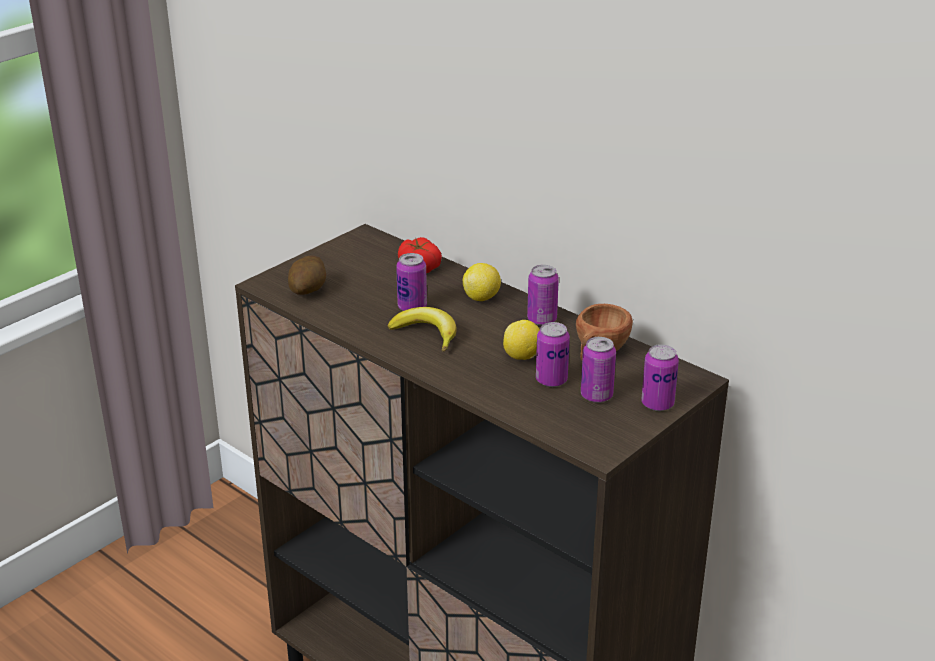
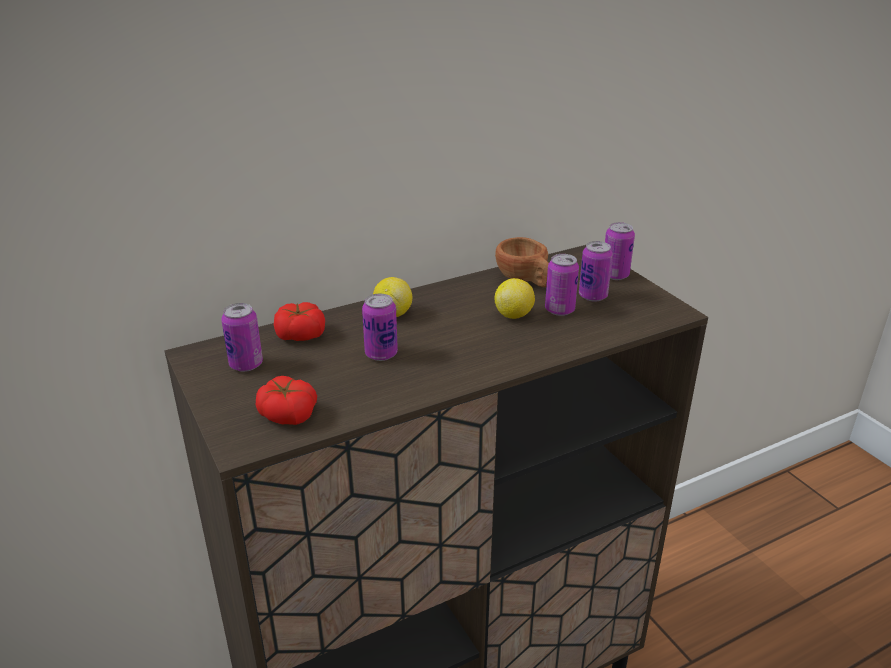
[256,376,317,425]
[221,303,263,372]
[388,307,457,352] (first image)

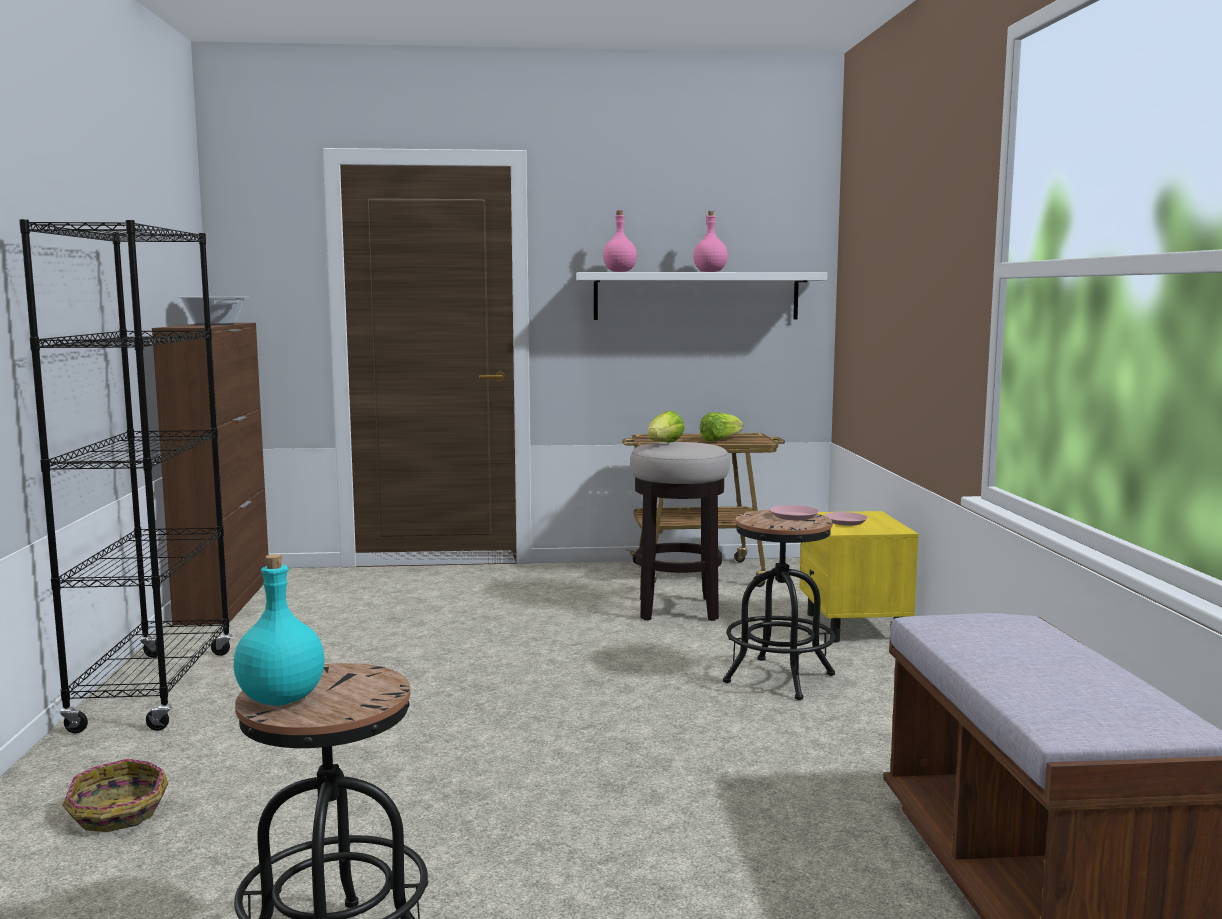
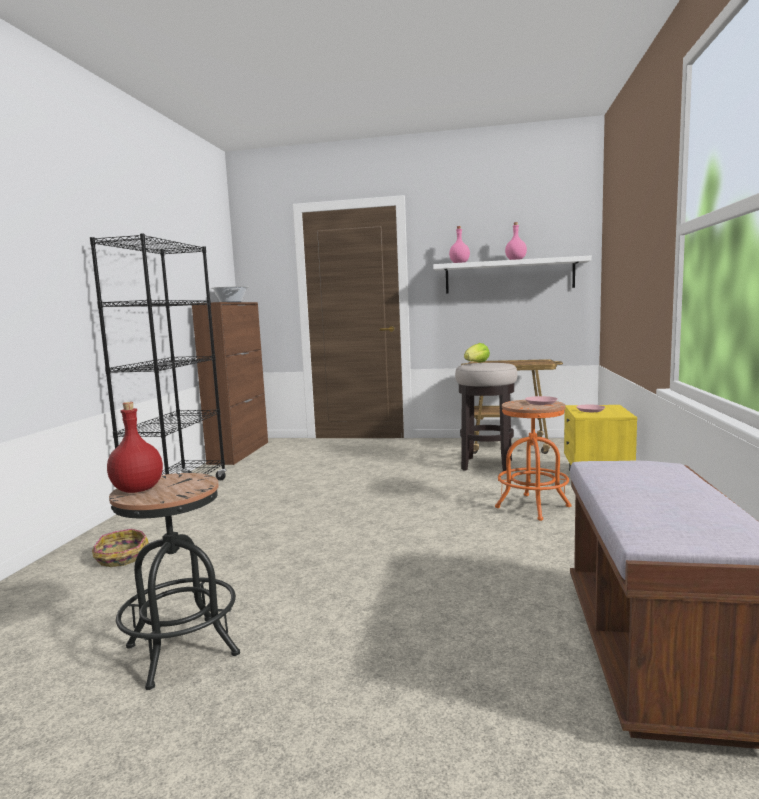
[700,412,743,441] (first image)
[495,400,571,521]
[107,402,163,493]

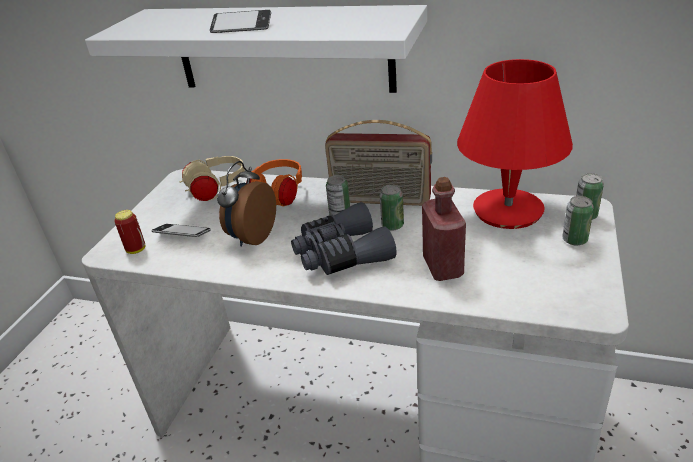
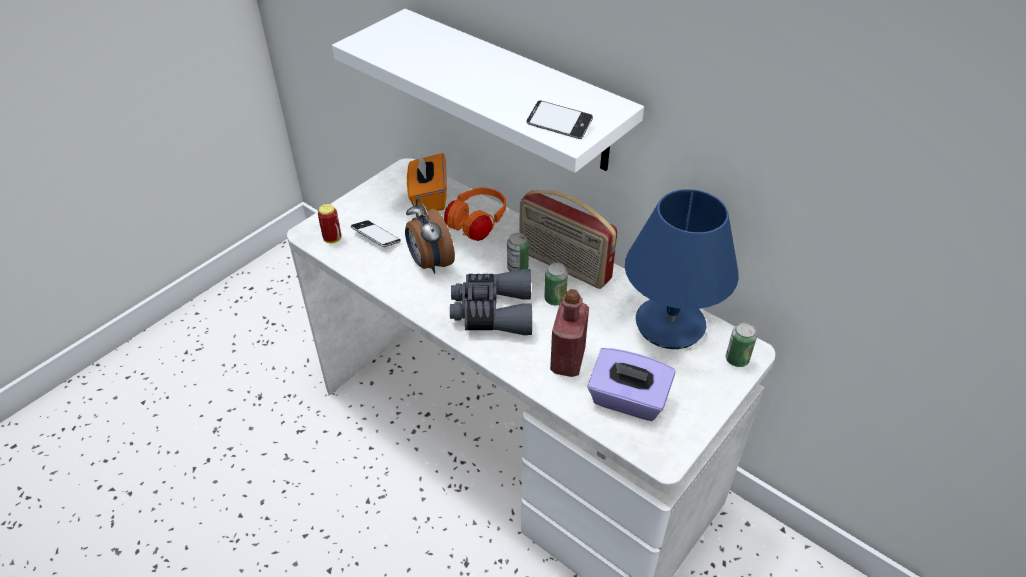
[526,100,593,139]
[625,189,739,349]
[407,152,447,211]
[405,199,455,274]
[562,196,594,246] (first image)
[587,348,675,421]

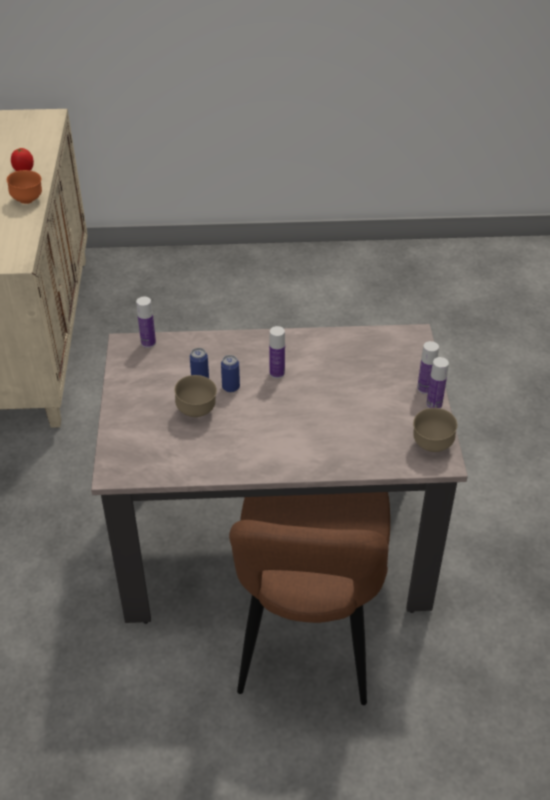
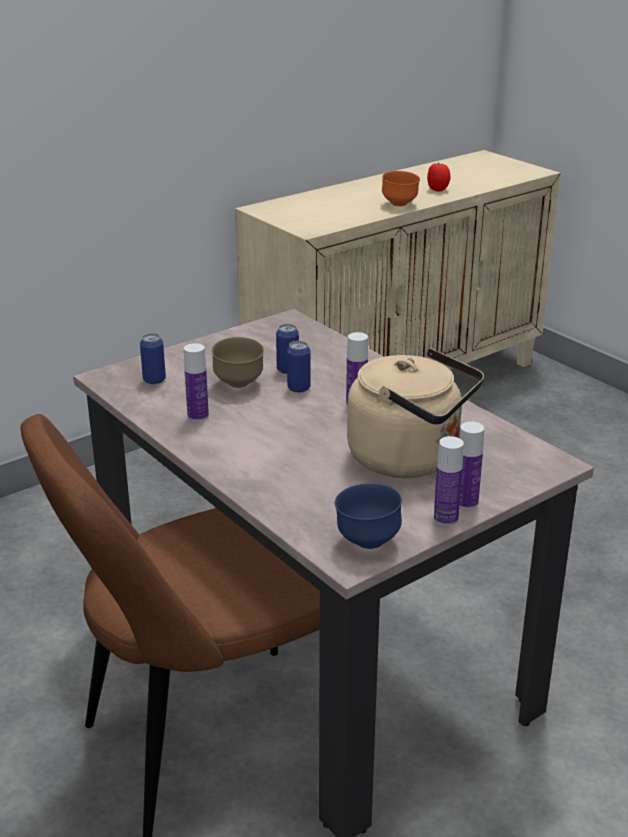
[184,343,209,422]
[335,483,402,549]
[140,333,166,384]
[347,348,484,478]

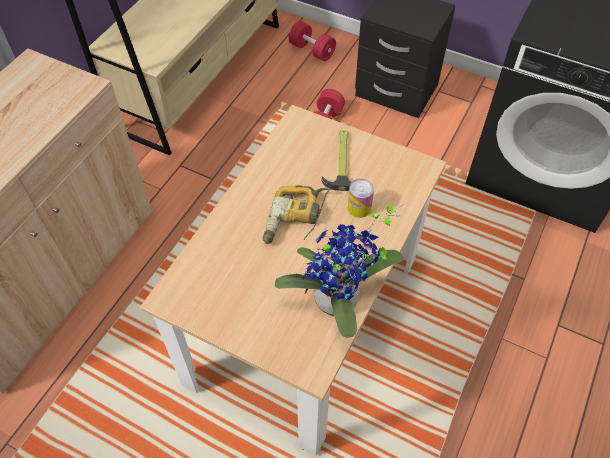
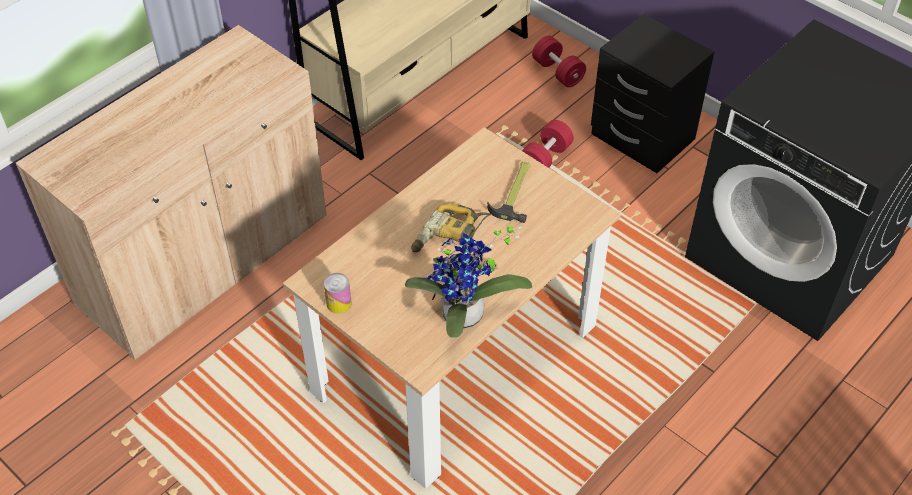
[324,273,352,314]

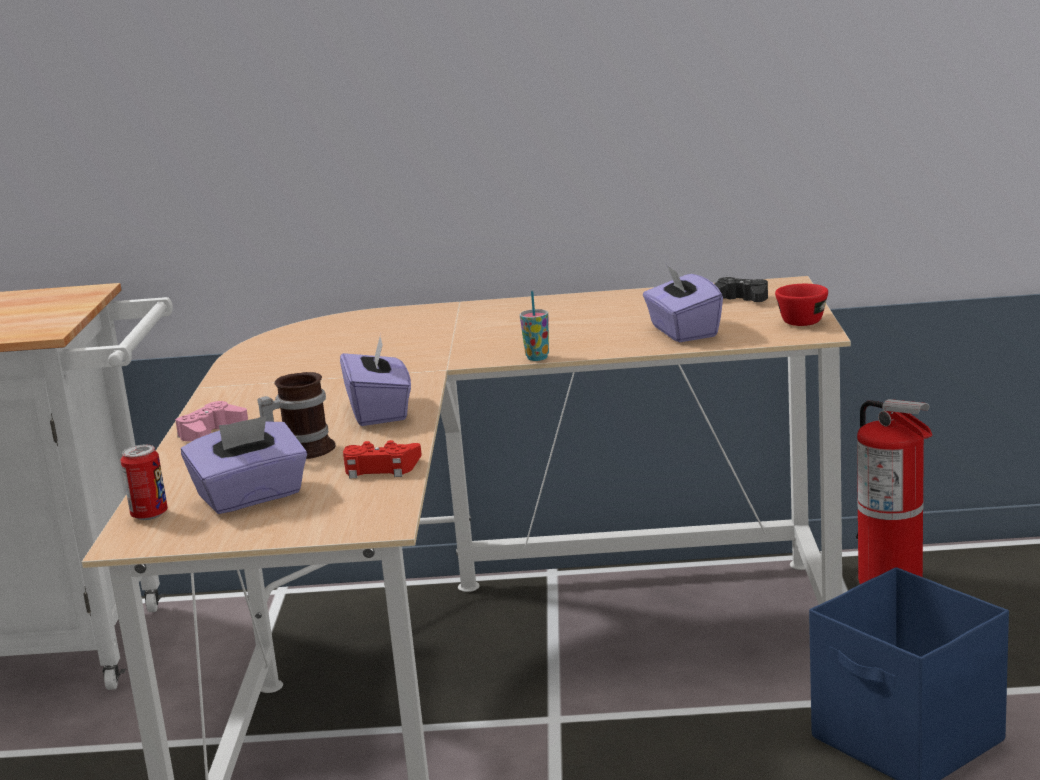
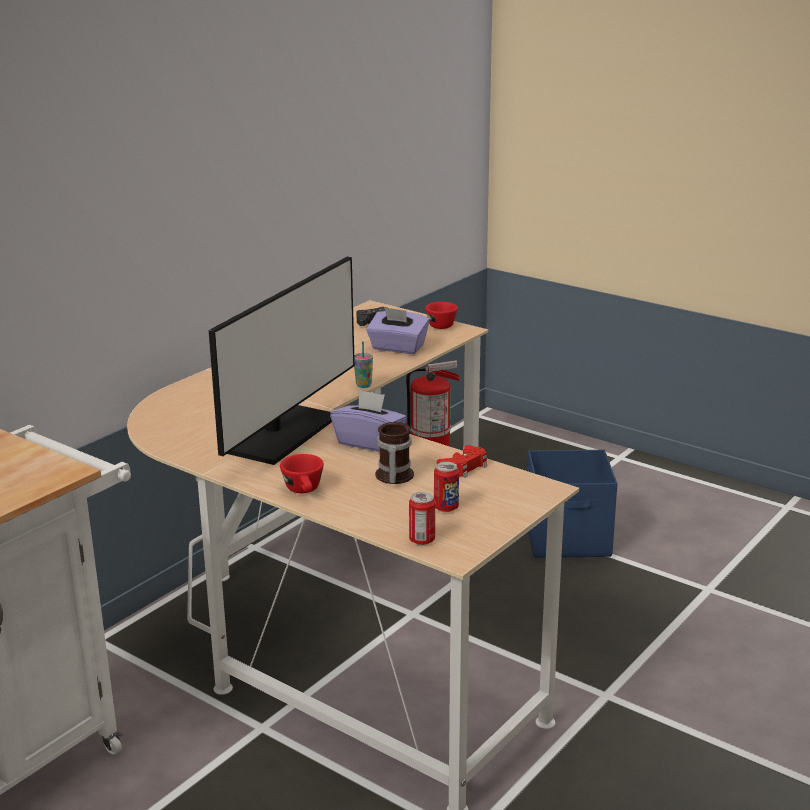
[280,454,324,493]
[434,462,459,512]
[209,256,355,465]

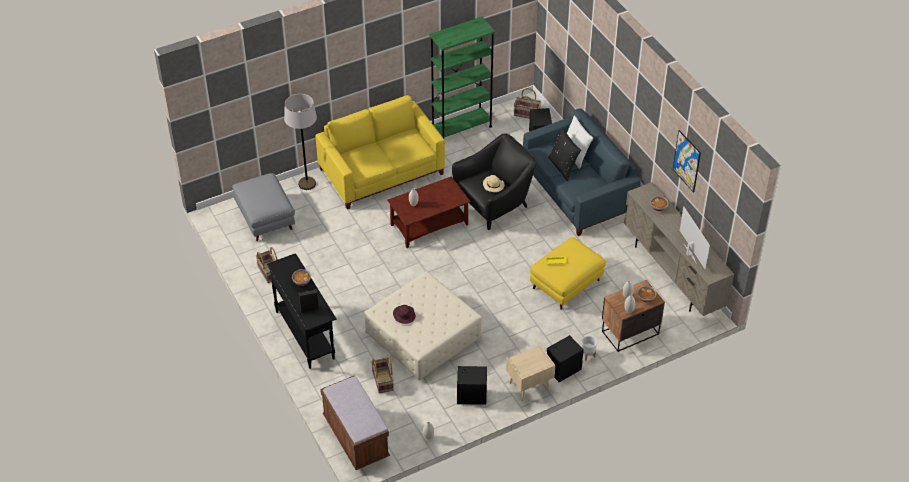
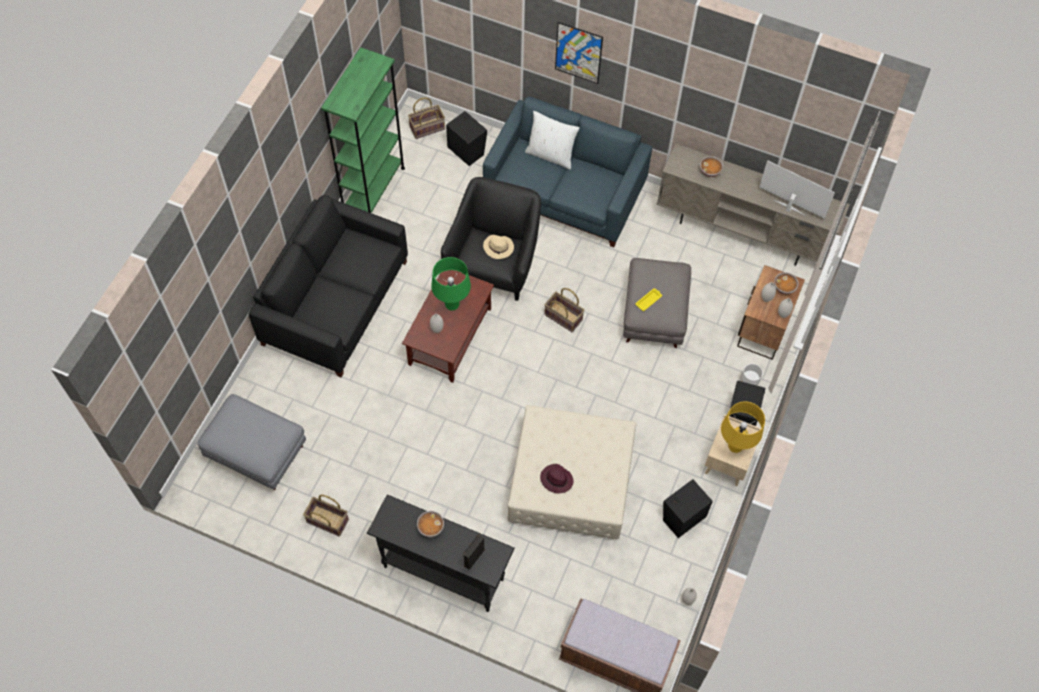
[284,94,317,190] (first image)
[249,195,408,377]
[548,127,581,181] (first image)
[555,22,603,84]
[623,258,691,348]
[544,288,584,332]
[431,257,471,311]
[721,401,765,453]

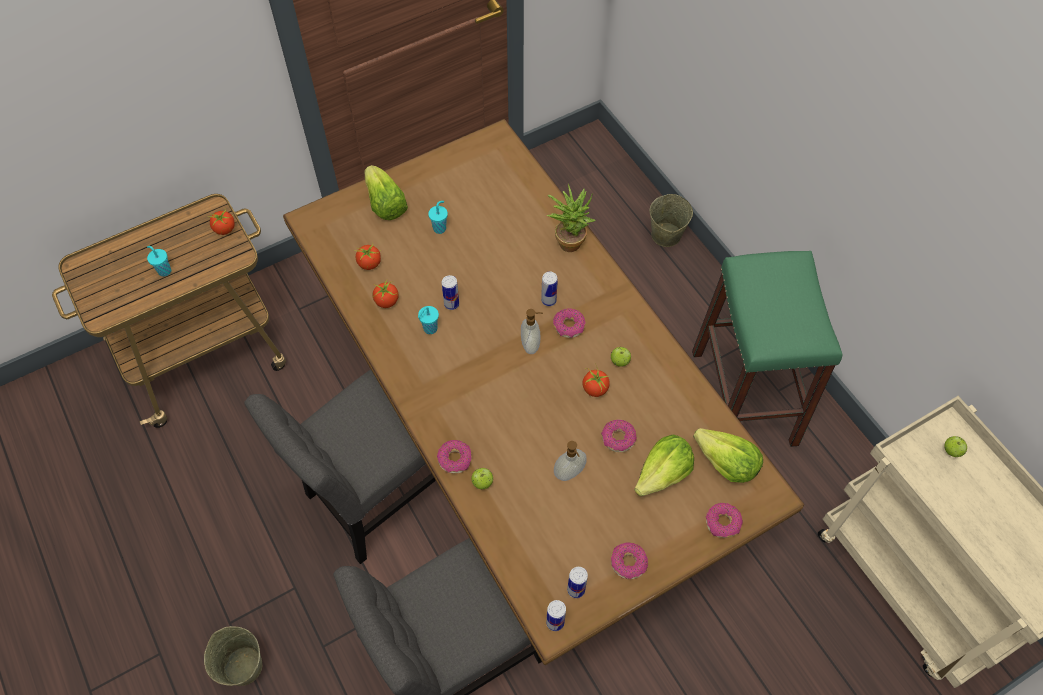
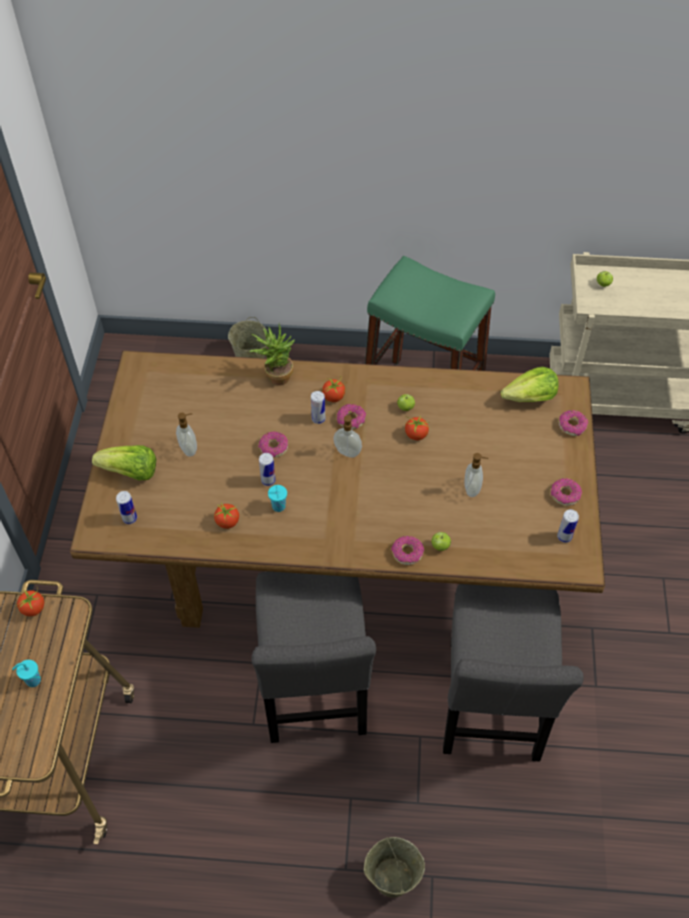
[176,413,197,457]
[322,379,345,402]
[258,432,288,457]
[634,435,694,497] (first image)
[116,491,137,524]

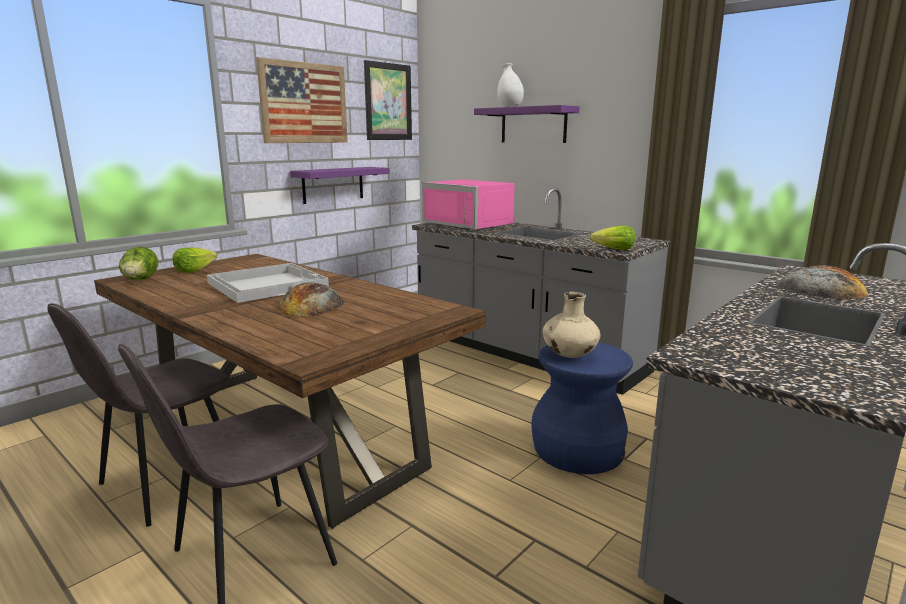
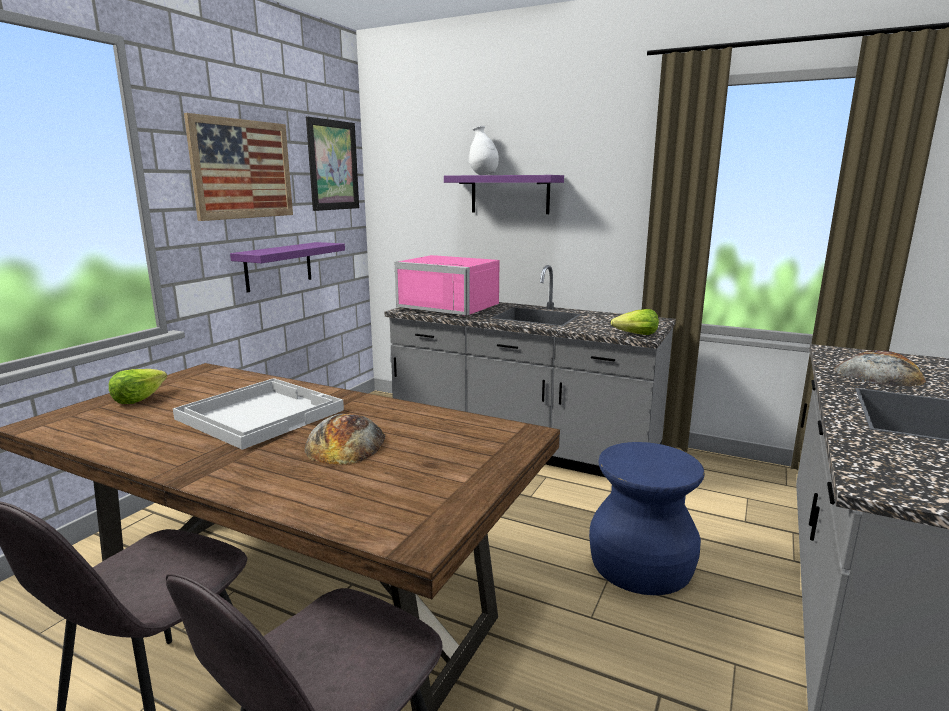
[119,247,158,280] (first image)
[543,292,600,358] (first image)

